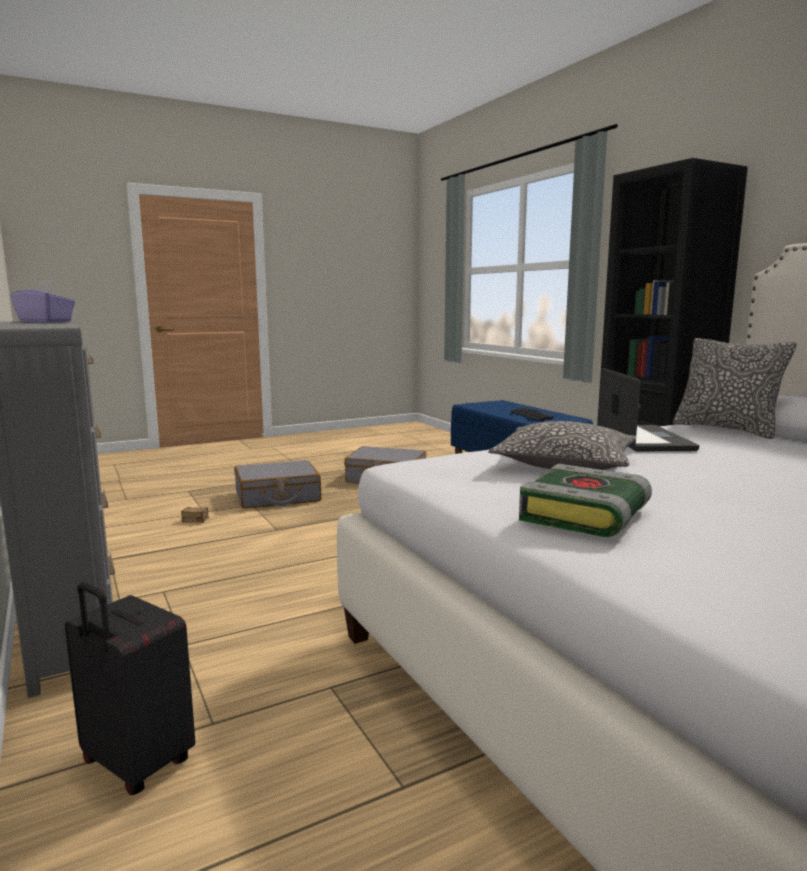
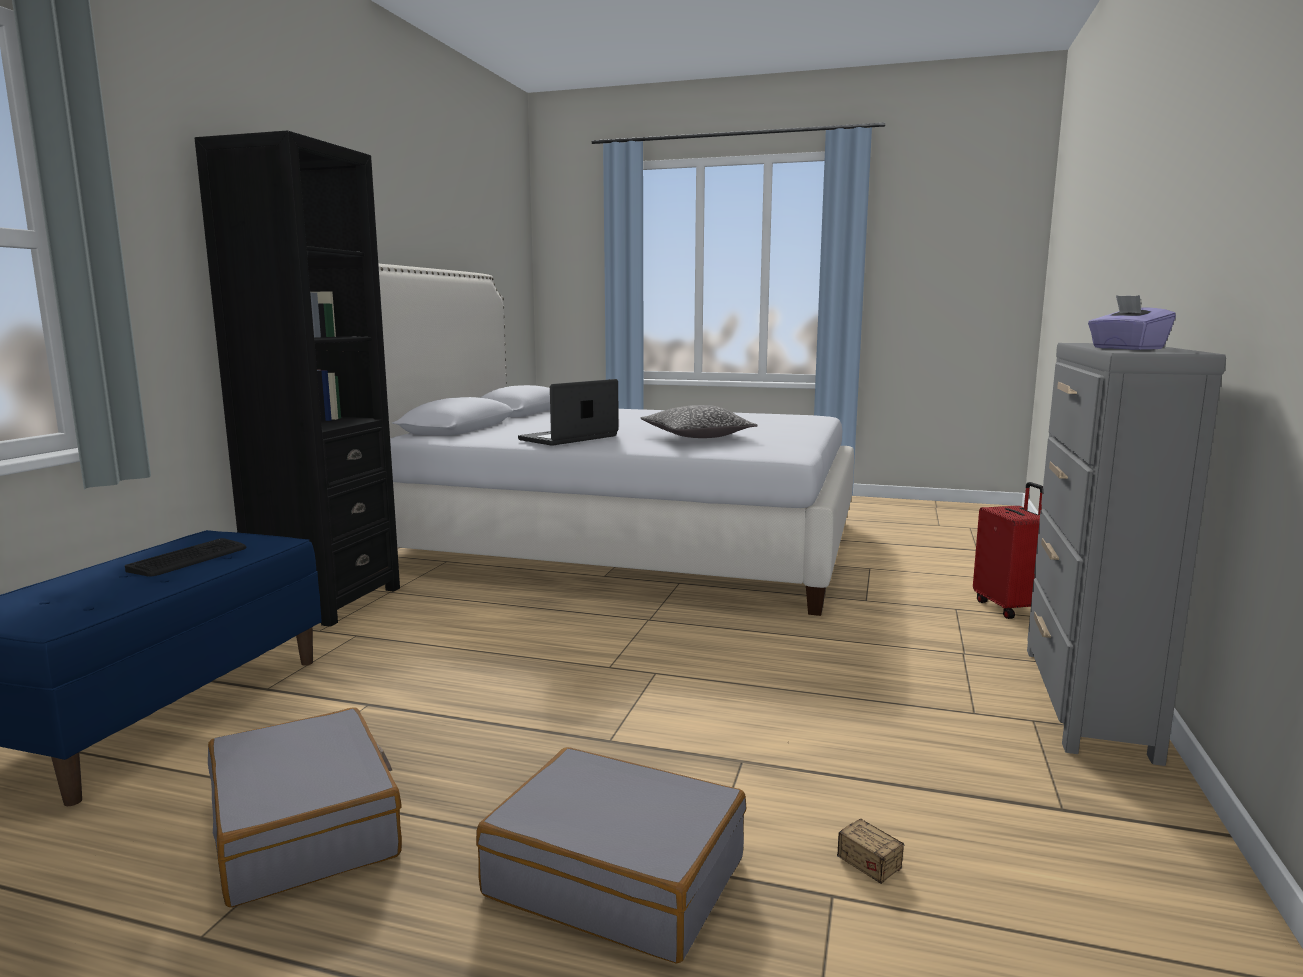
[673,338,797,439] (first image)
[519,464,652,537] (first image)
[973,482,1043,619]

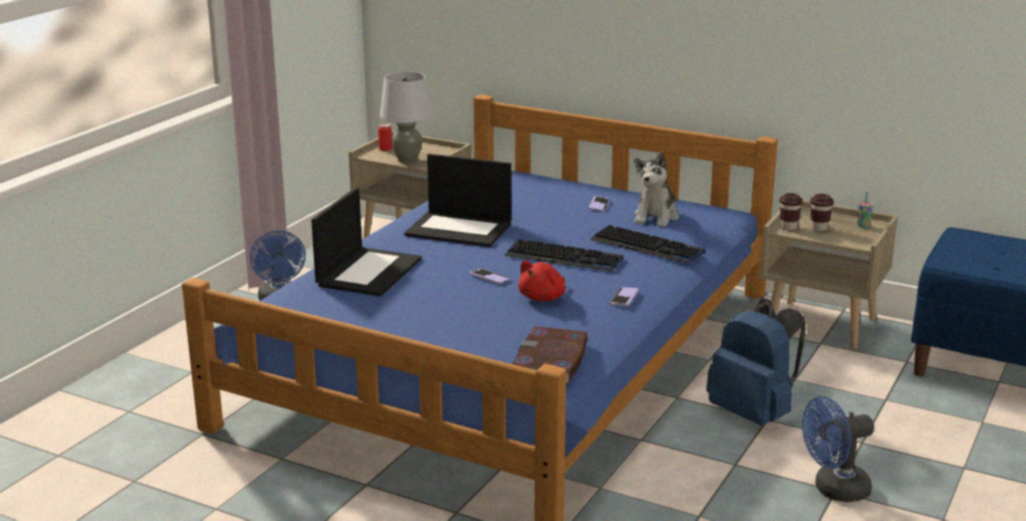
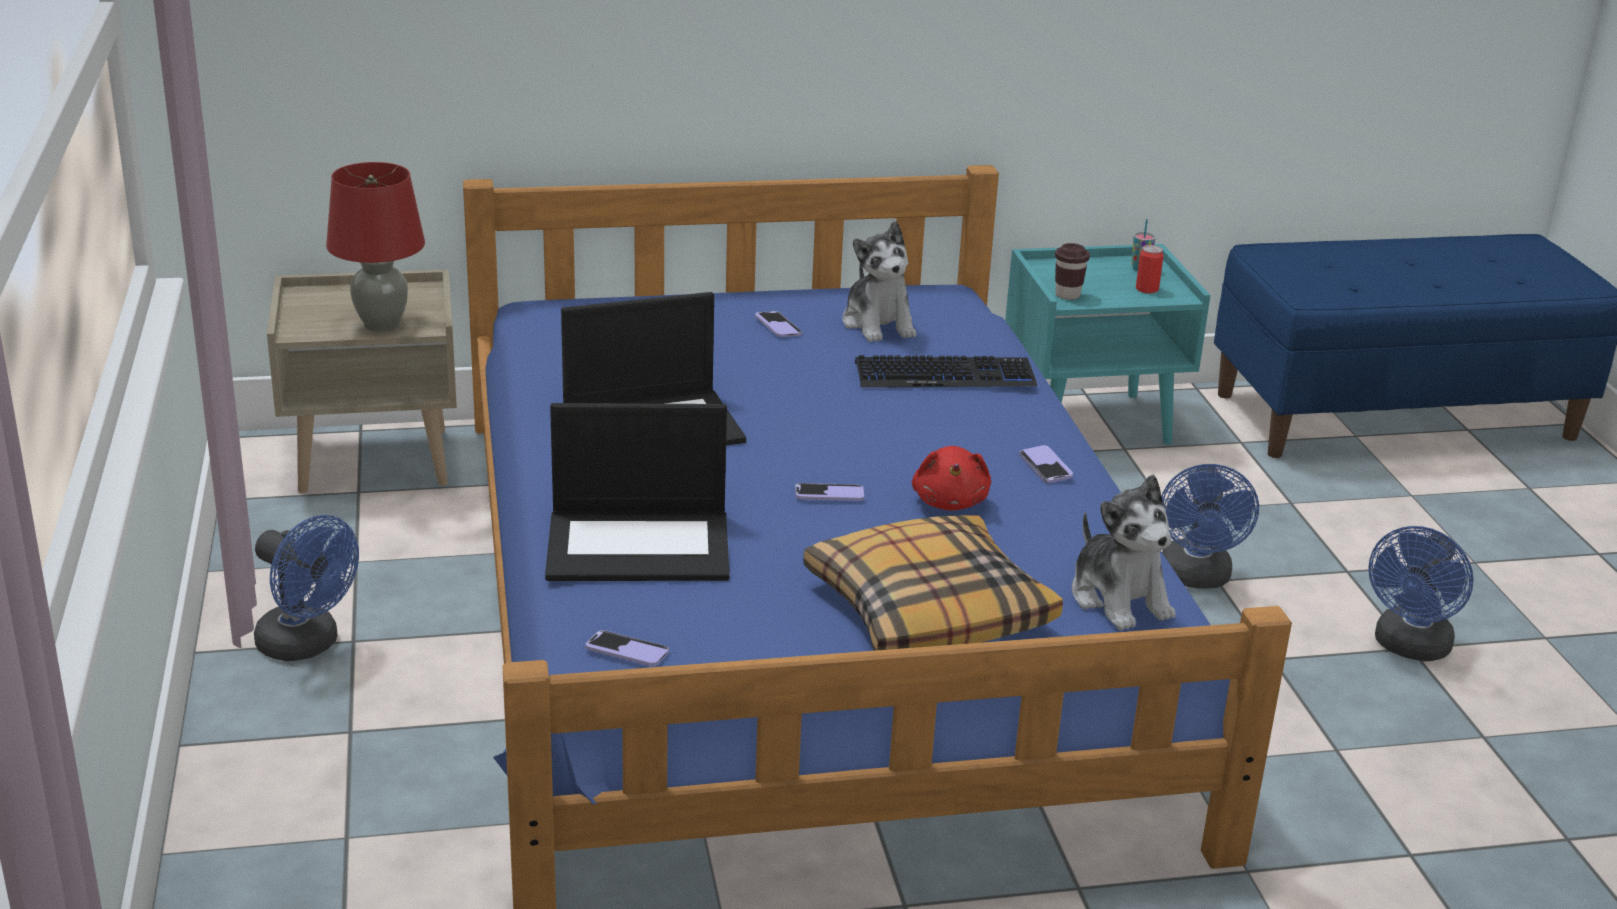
[326,162,425,332]
[1136,245,1164,294]
[545,403,730,581]
[810,194,834,231] (first image)
[1005,244,1210,445]
[505,238,623,271] (first image)
[1161,464,1259,589]
[1072,475,1176,631]
[803,515,1063,651]
[585,630,669,666]

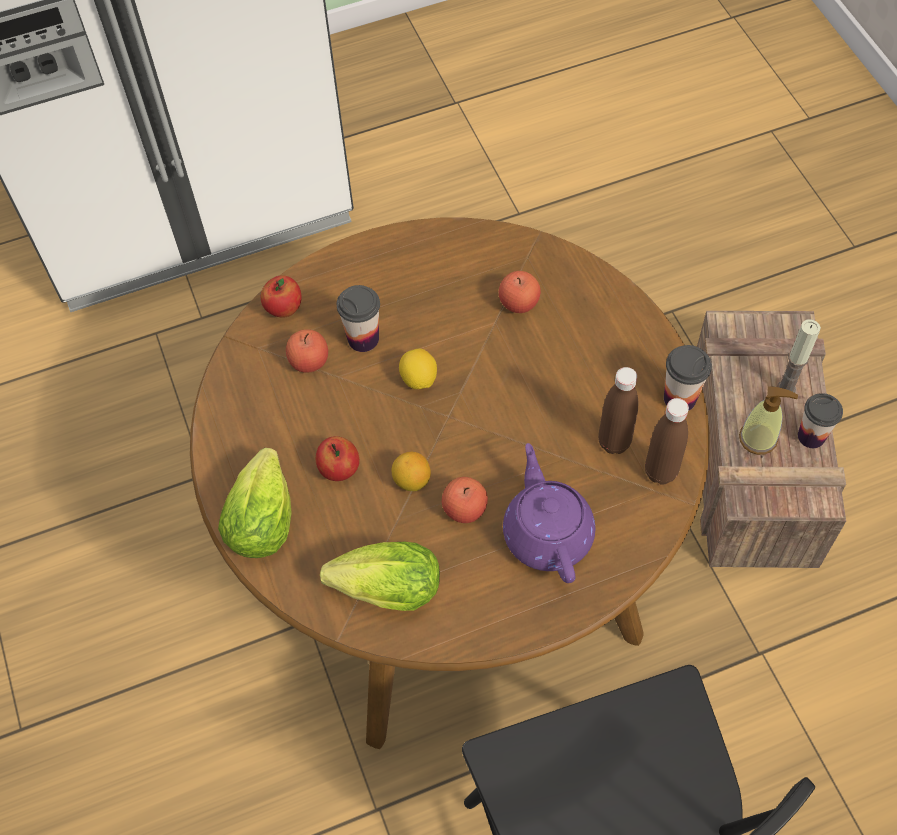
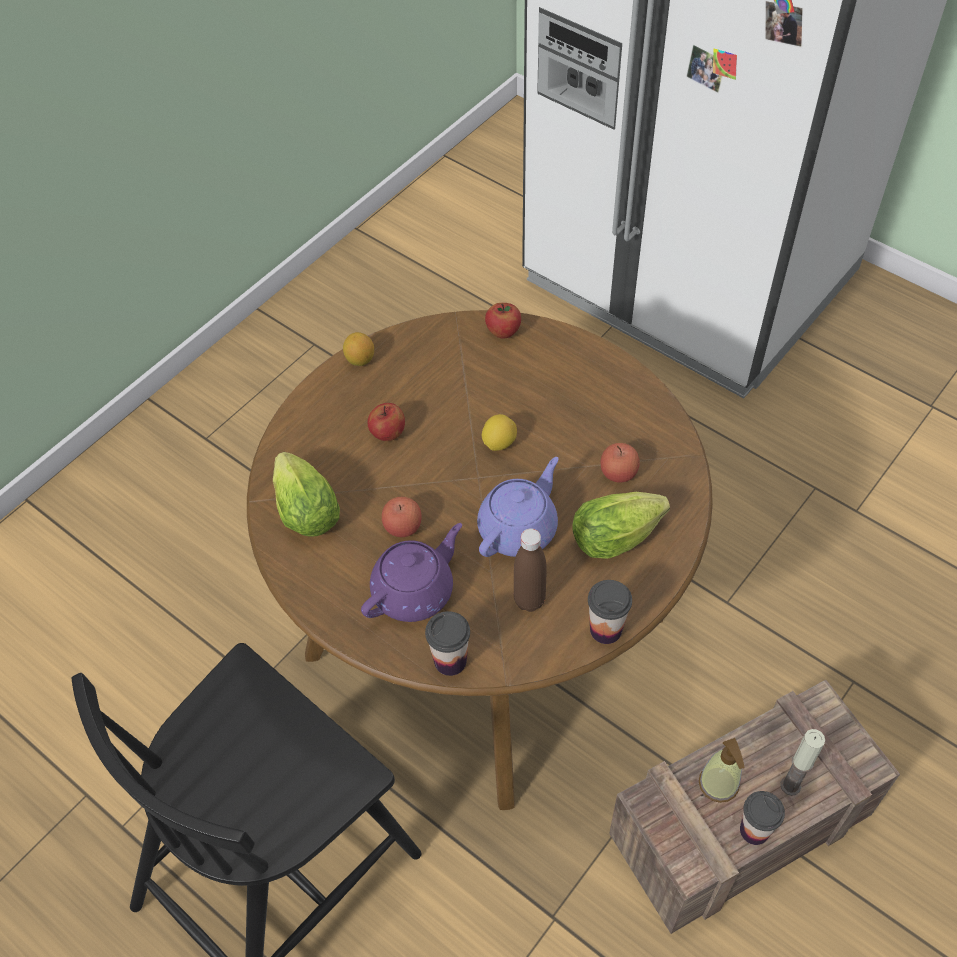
[425,611,470,676]
[286,329,328,373] (first image)
[645,398,689,485] (first image)
[572,492,670,559]
[343,332,374,366]
[477,457,558,557]

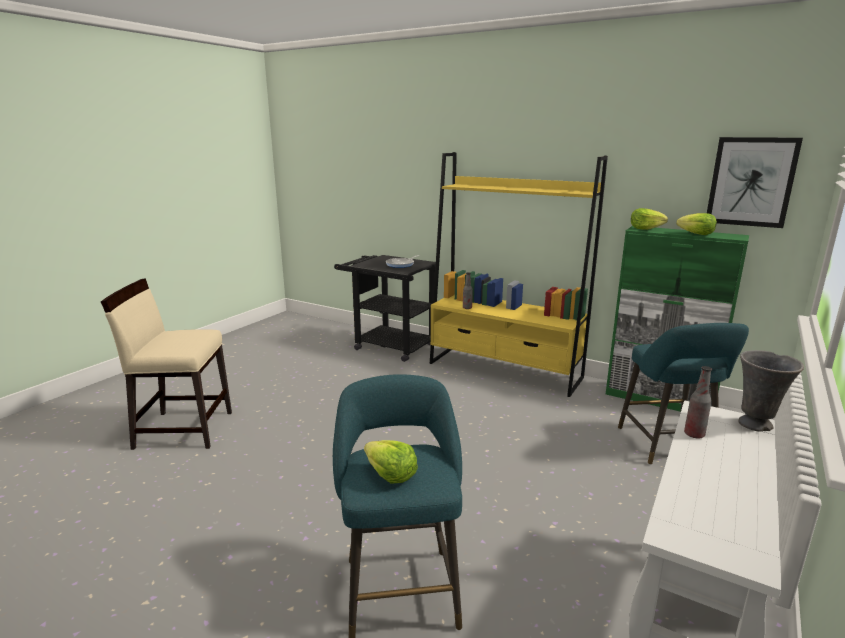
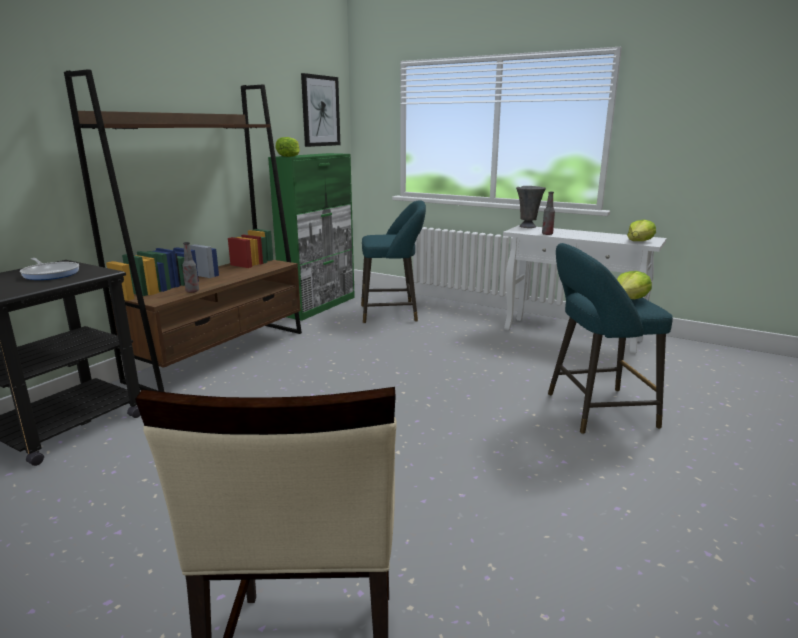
[64,69,302,392]
[627,219,656,241]

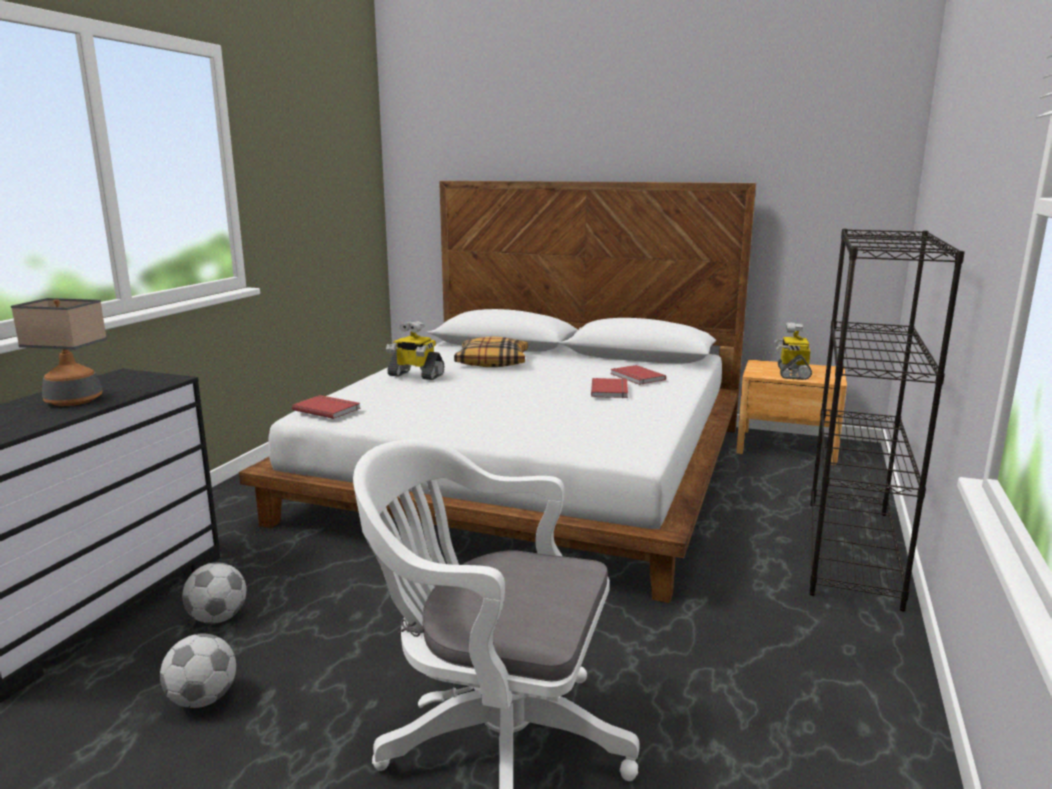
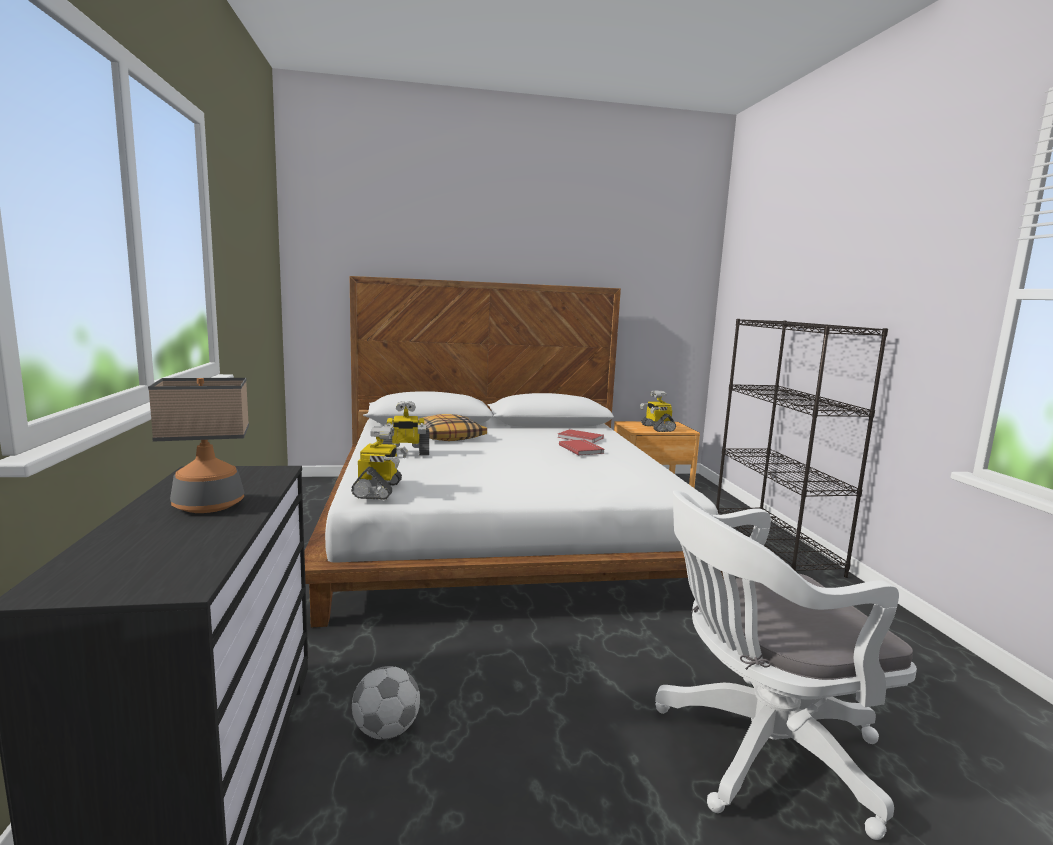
[351,426,408,500]
[160,633,236,708] (first image)

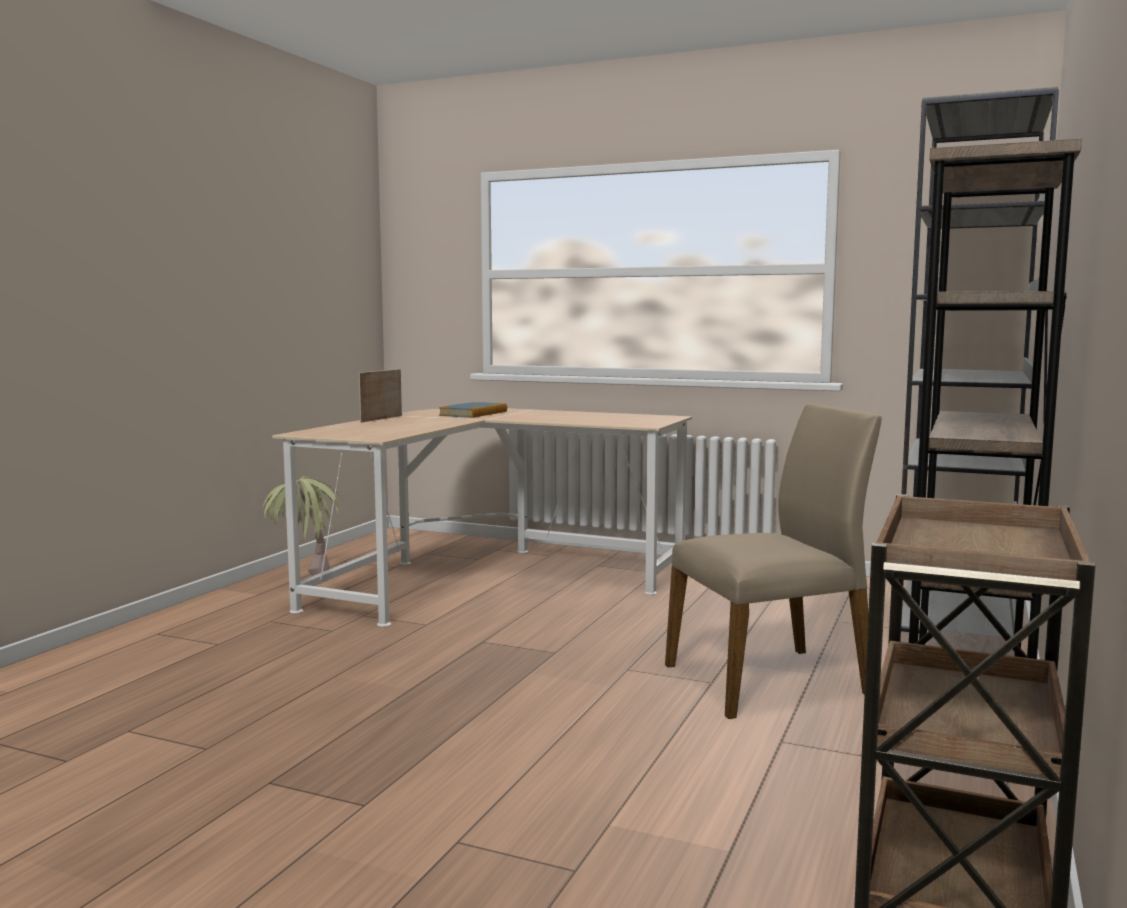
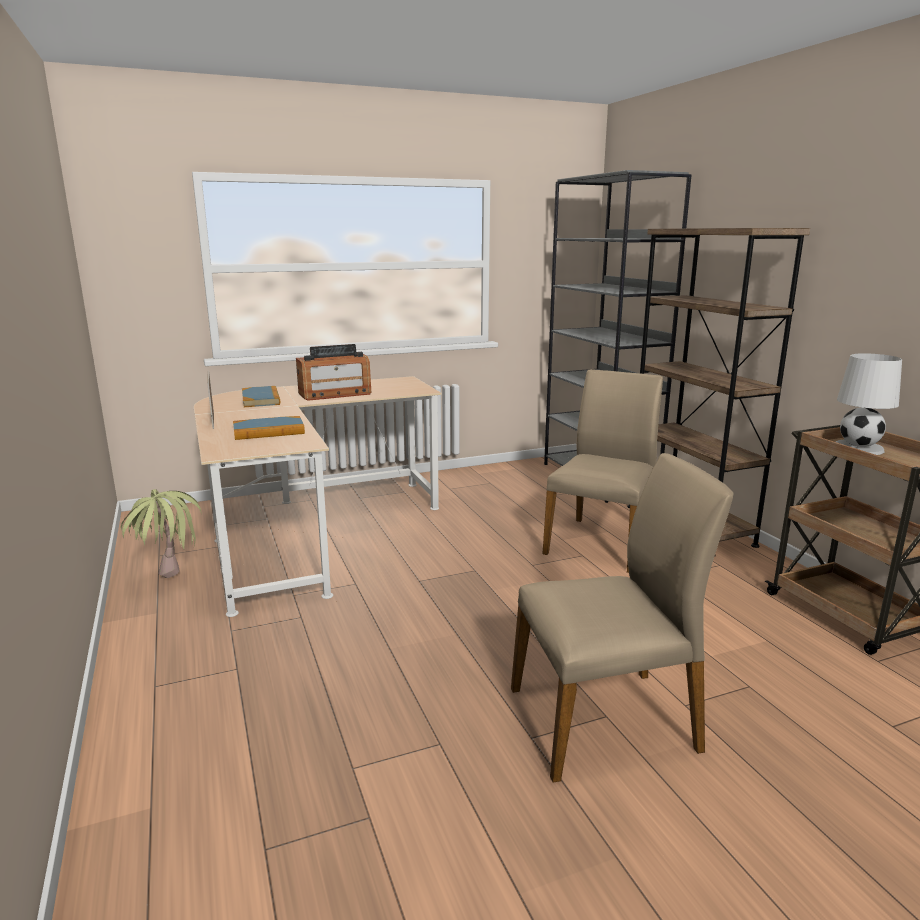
[296,344,371,401]
[836,353,902,455]
[233,416,305,440]
[511,453,734,783]

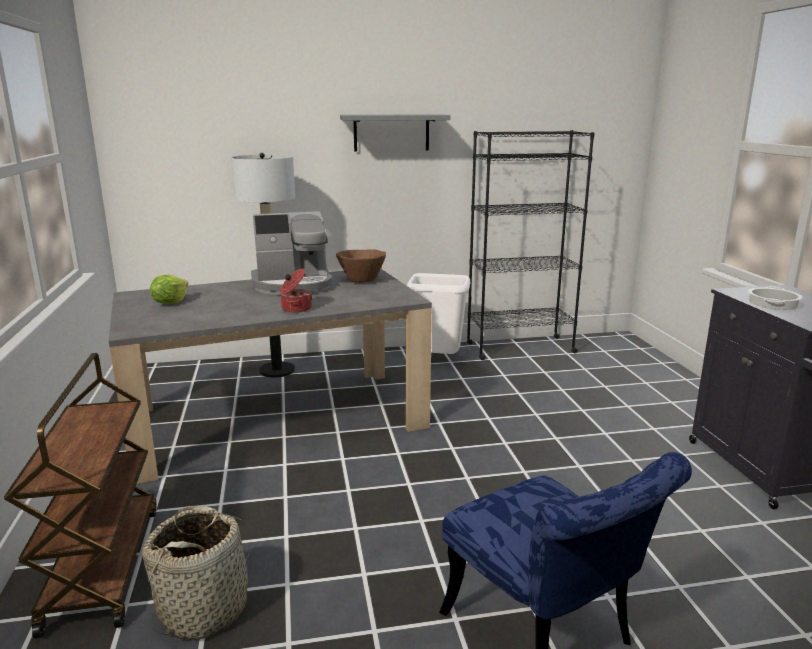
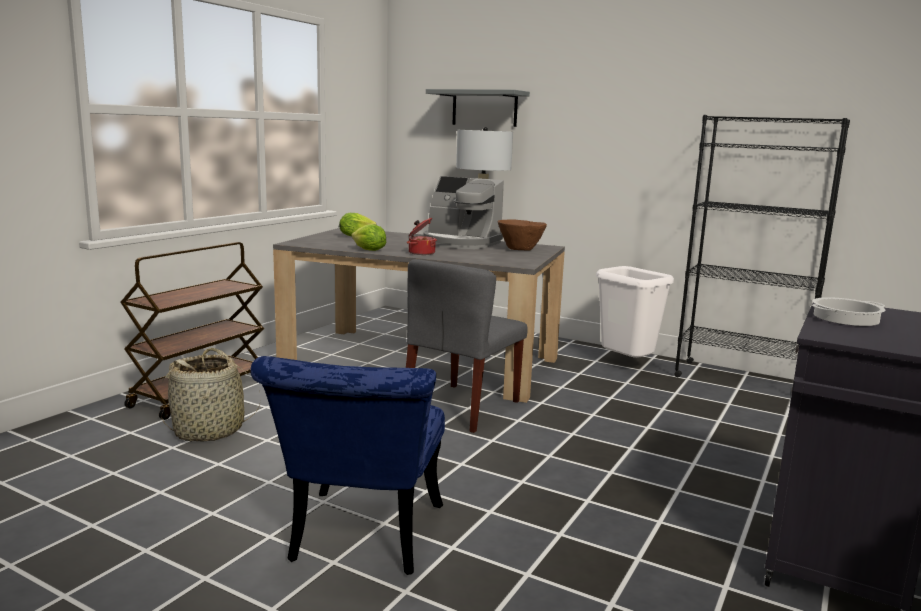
[426,89,530,127]
[352,224,387,251]
[406,259,528,433]

